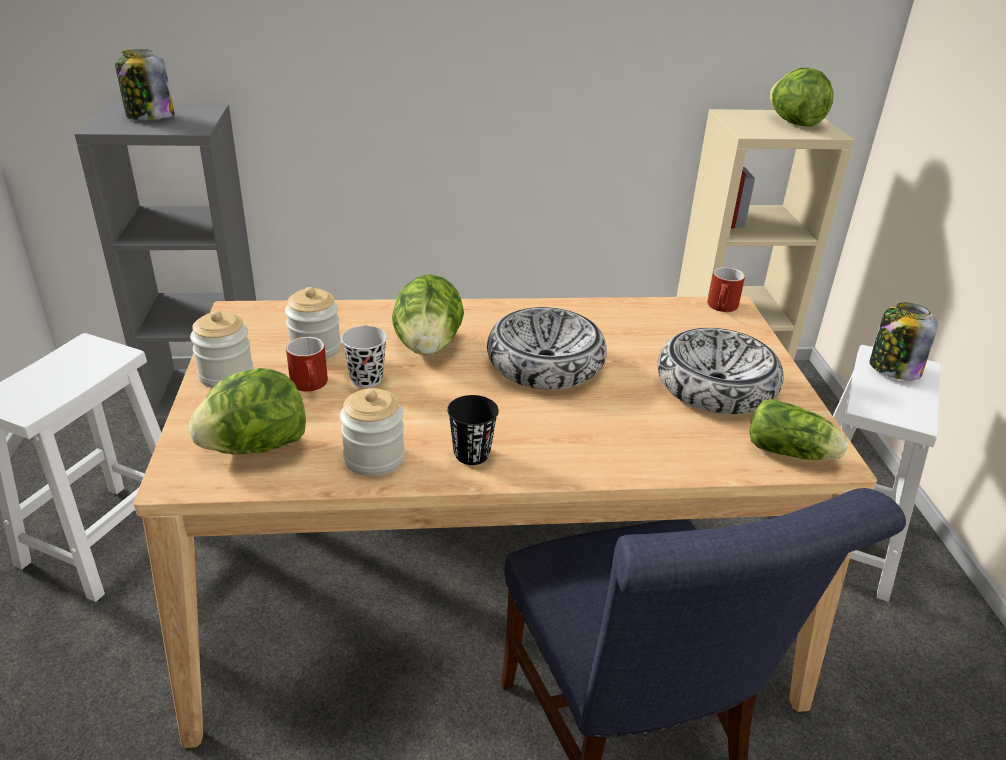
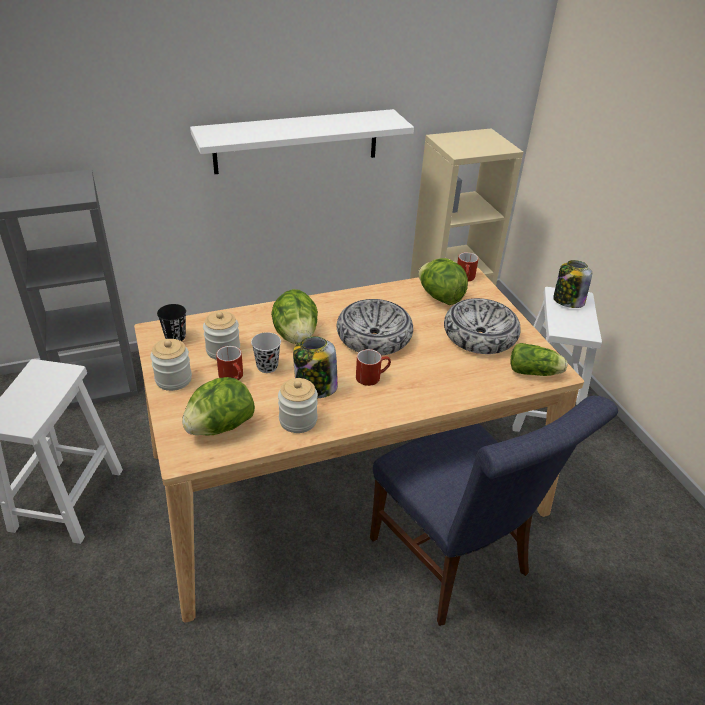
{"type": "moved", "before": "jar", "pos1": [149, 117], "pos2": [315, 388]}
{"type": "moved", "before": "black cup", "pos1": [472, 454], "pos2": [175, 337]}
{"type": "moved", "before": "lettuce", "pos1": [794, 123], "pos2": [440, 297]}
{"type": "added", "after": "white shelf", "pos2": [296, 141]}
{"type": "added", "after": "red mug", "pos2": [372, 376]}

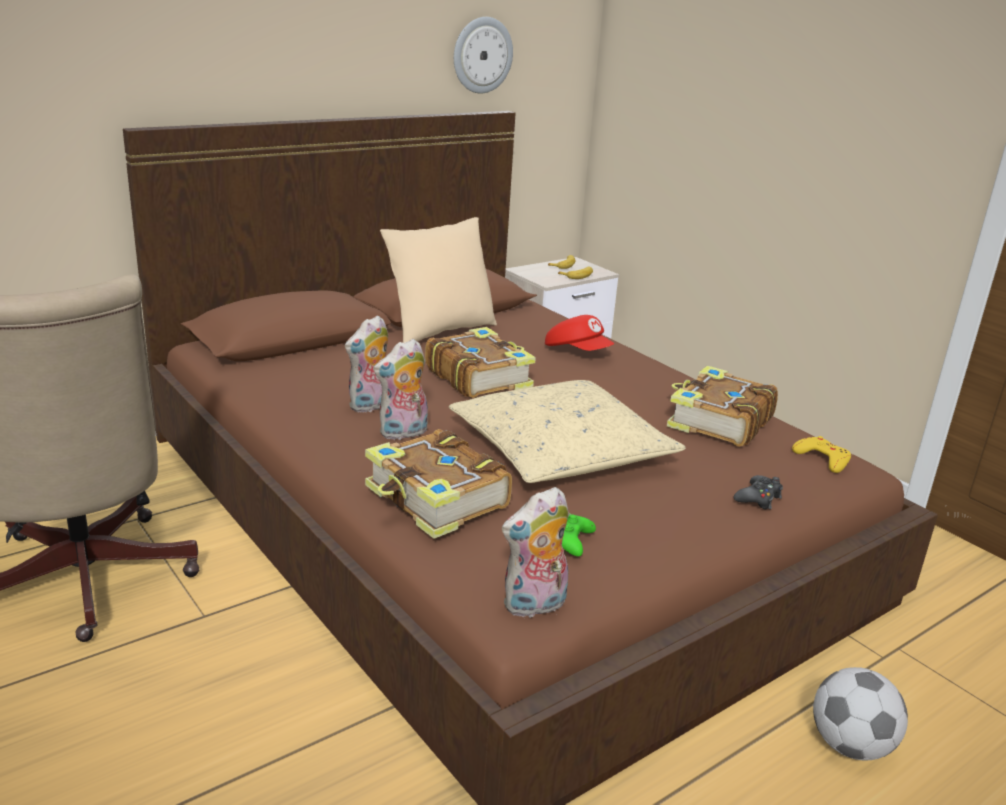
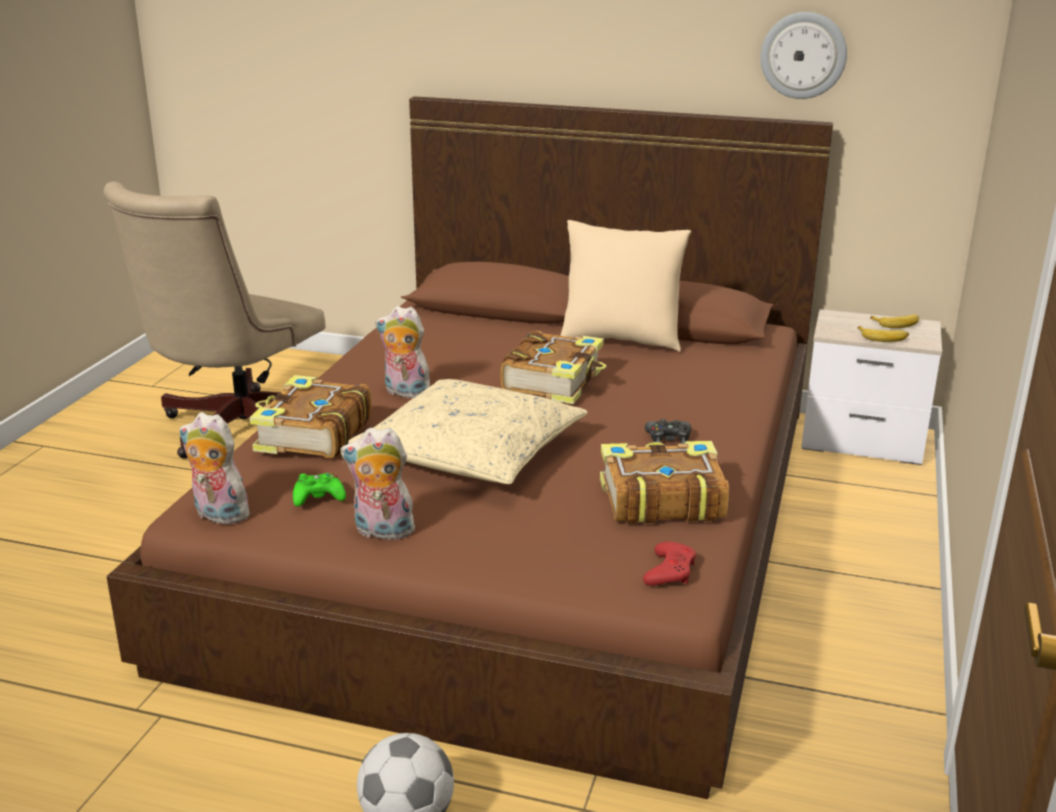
{"type": "moved", "before": "plush toy", "pos1": [371, 406], "pos2": [382, 532]}
{"type": "removed", "before": "red cap", "pos1": [578, 352]}
{"type": "moved", "before": "black game controller", "pos1": [758, 498], "pos2": [668, 437]}
{"type": "recoloured", "before": "yellow game controller", "after": "red game controller", "pos1": [822, 459], "pos2": [670, 570]}

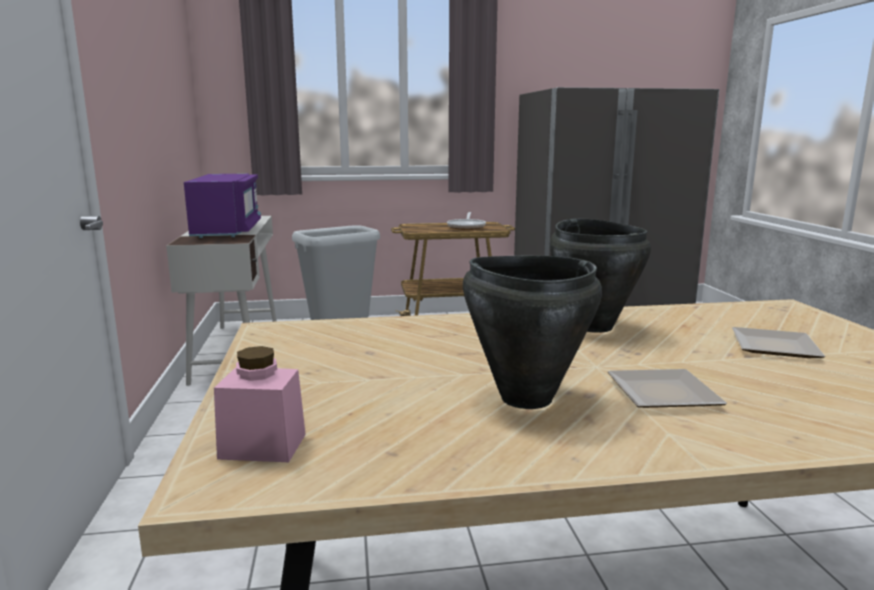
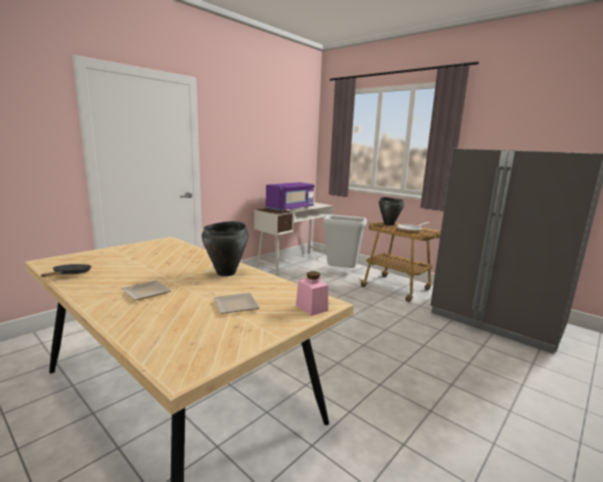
{"type": "moved", "before": "pink jar", "pos1": [263, 446], "pos2": [311, 308]}
{"type": "moved", "before": "black cooking pot", "pos1": [525, 398], "pos2": [389, 224]}
{"type": "added", "after": "black frying pan", "pos2": [70, 275]}

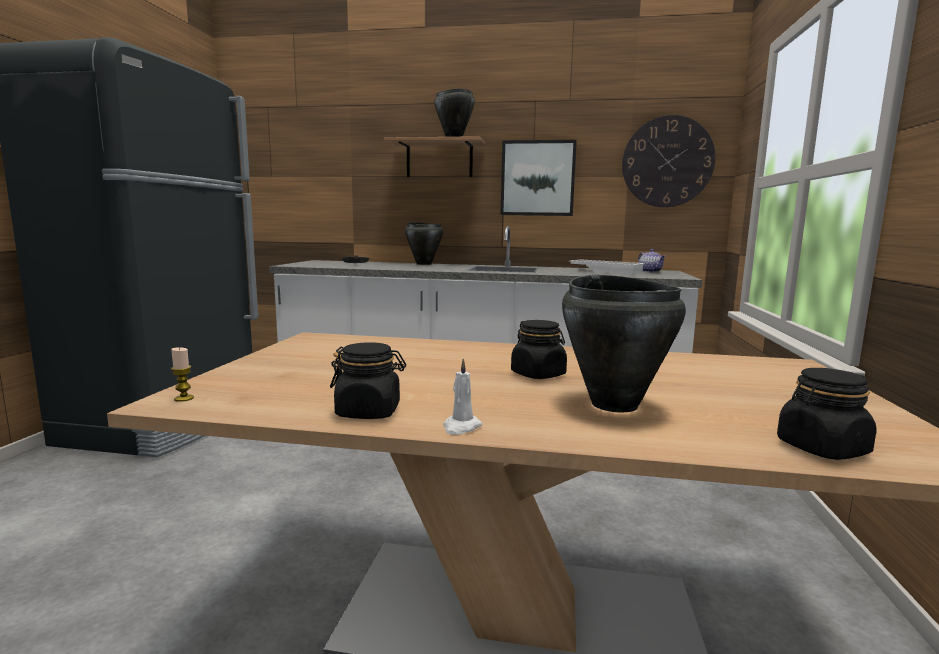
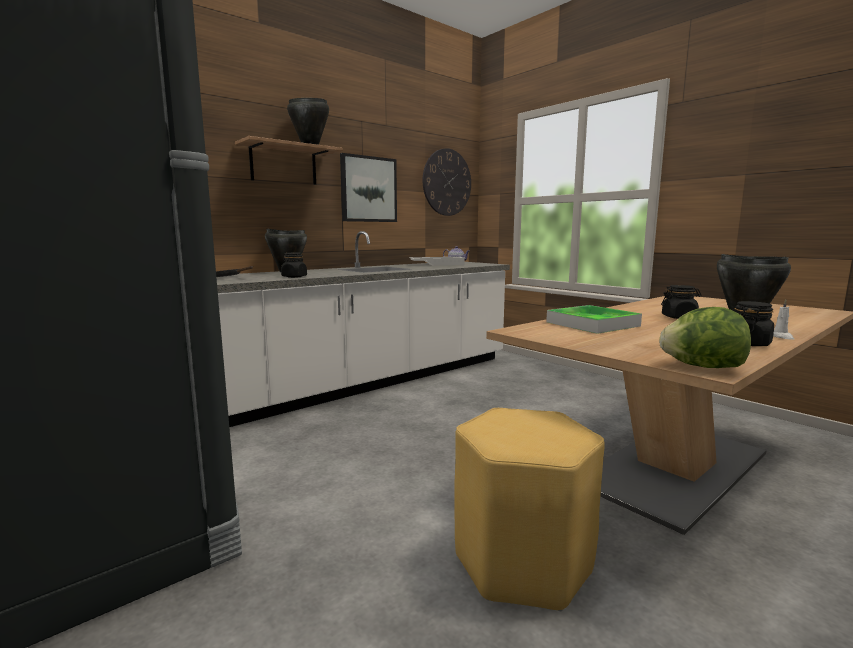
{"type": "replaced", "before": "candle", "after": "lettuce", "pos1": [184, 398], "pos2": [702, 367]}
{"type": "moved", "before": "black jar", "pos1": [821, 448], "pos2": [294, 277]}
{"type": "added", "after": "yellow stool", "pos2": [521, 562]}
{"type": "added", "after": "tray", "pos2": [592, 324]}

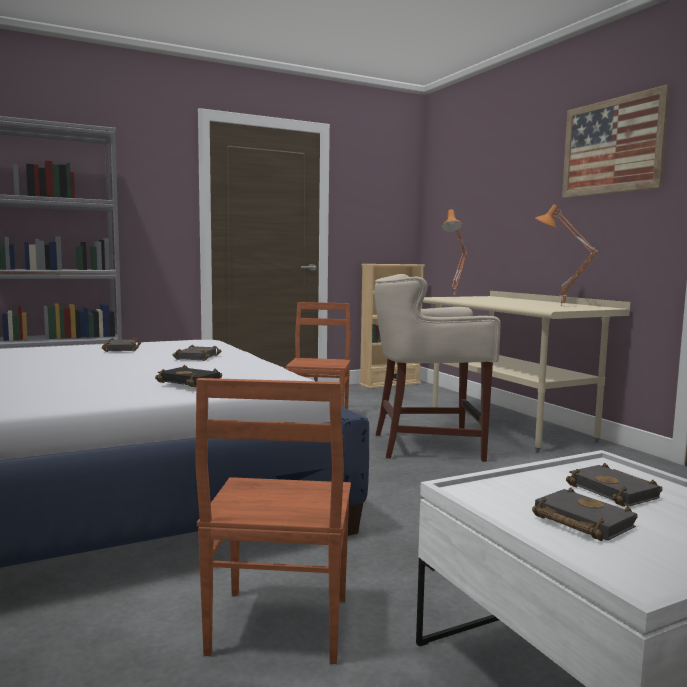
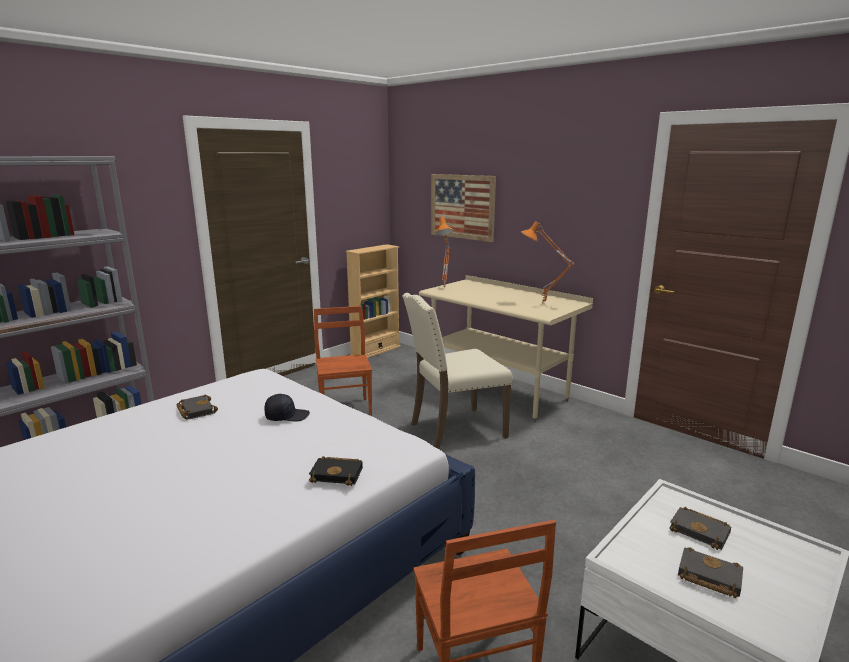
{"type": "replaced", "before": "black book", "after": "black cap", "pos1": [196, 357], "pos2": [287, 416]}
{"type": "replaced", "before": "beige stool", "after": "beige chair", "pos1": [429, 446], "pos2": [455, 430]}
{"type": "moved", "before": "picture", "pos1": [612, 146], "pos2": [462, 207]}

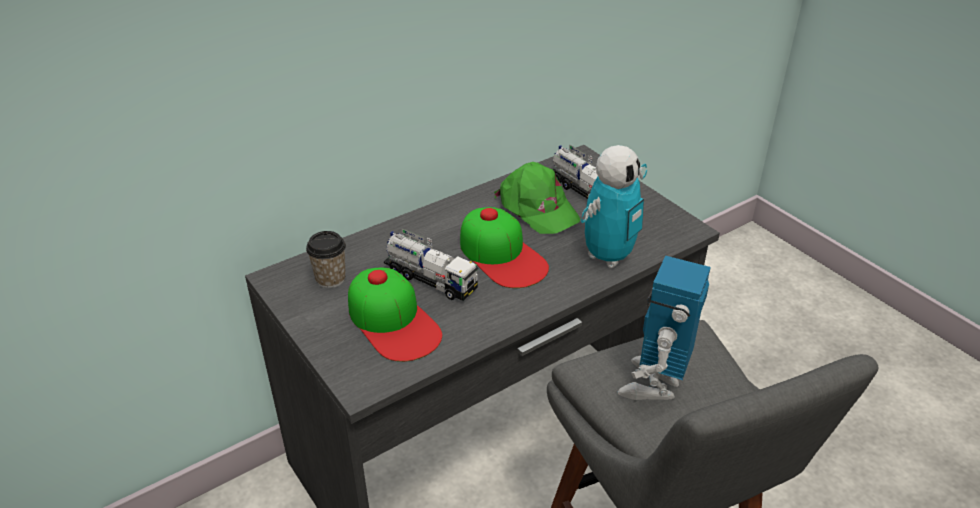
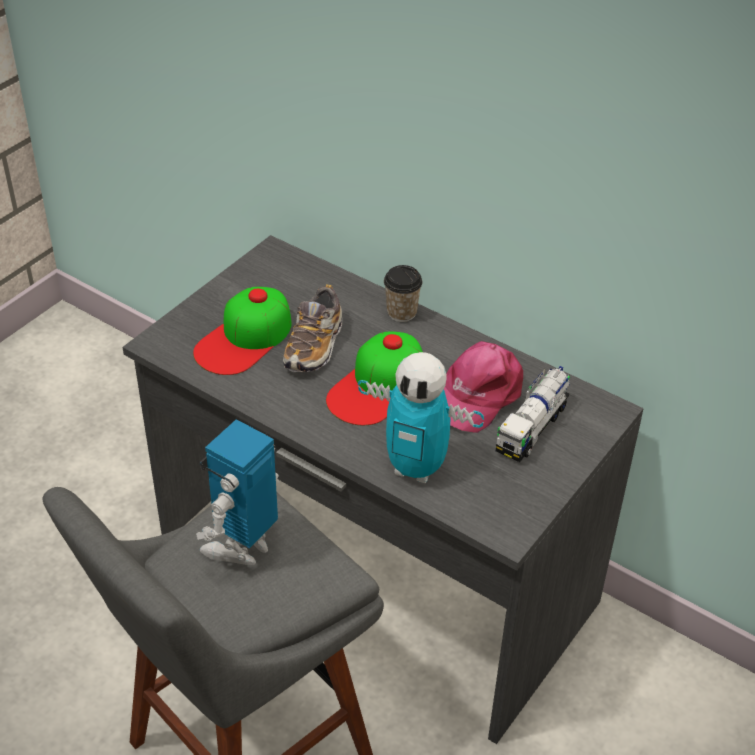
{"type": "moved", "before": "cup", "pos1": [330, 279], "pos2": [401, 312]}
{"type": "replaced", "before": "toy truck", "after": "shoe", "pos1": [430, 280], "pos2": [314, 346]}
{"type": "recoloured", "before": "green cap", "after": "pink cap", "pos1": [537, 208], "pos2": [477, 394]}
{"type": "turned", "before": "toy robot", "pos1": [654, 384], "pos2": [242, 546], "turn": -60}

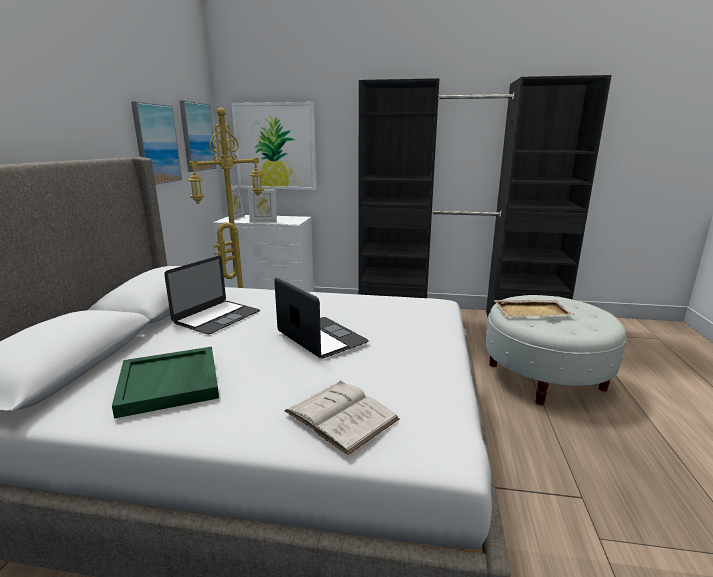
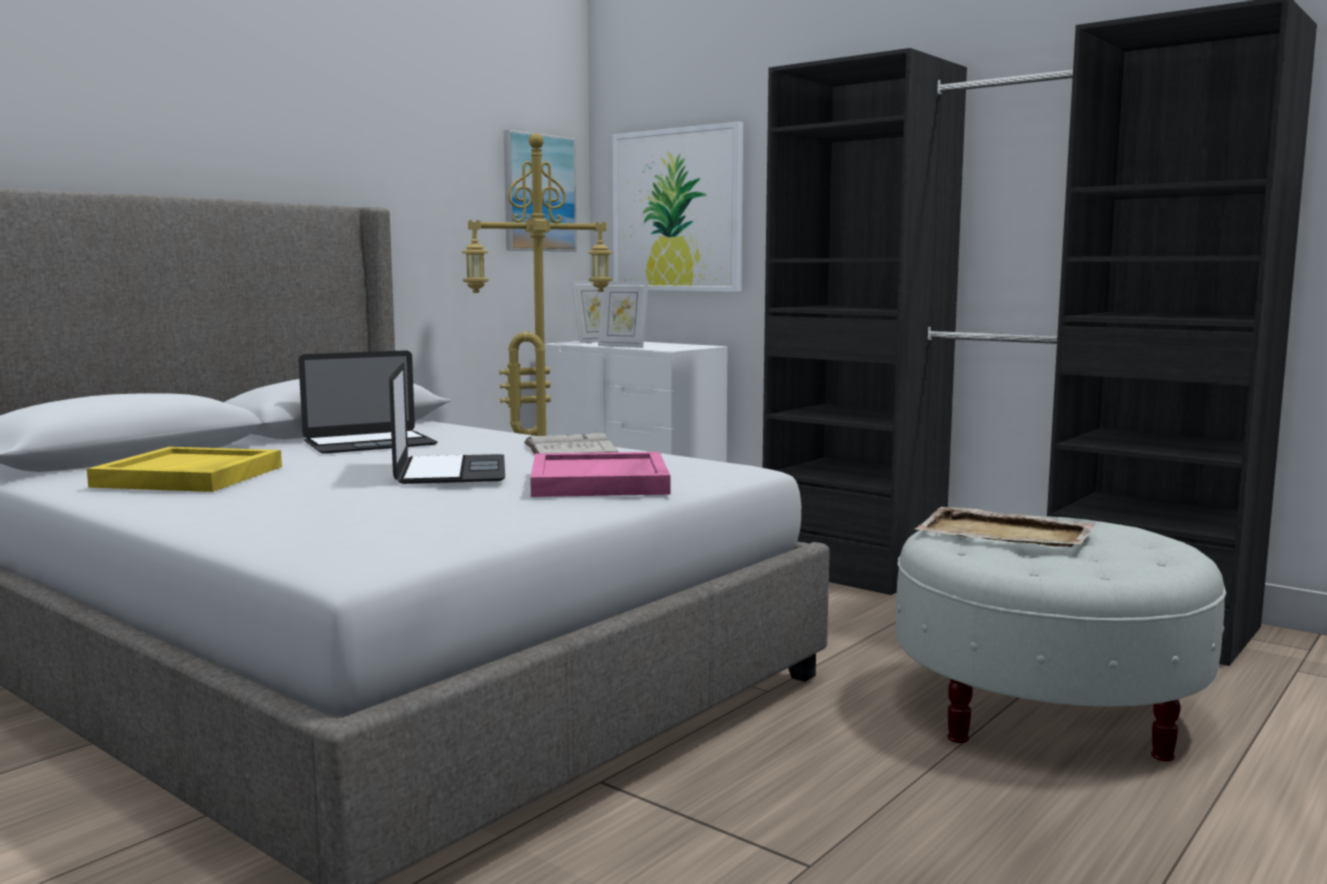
{"type": "recoloured", "before": "green tray", "after": "yellow tray", "pos1": [170, 384], "pos2": [190, 477]}
{"type": "removed", "before": "picture", "pos1": [156, 144]}
{"type": "moved", "before": "white book", "pos1": [341, 415], "pos2": [570, 449]}
{"type": "added", "after": "pink tray", "pos2": [600, 482]}

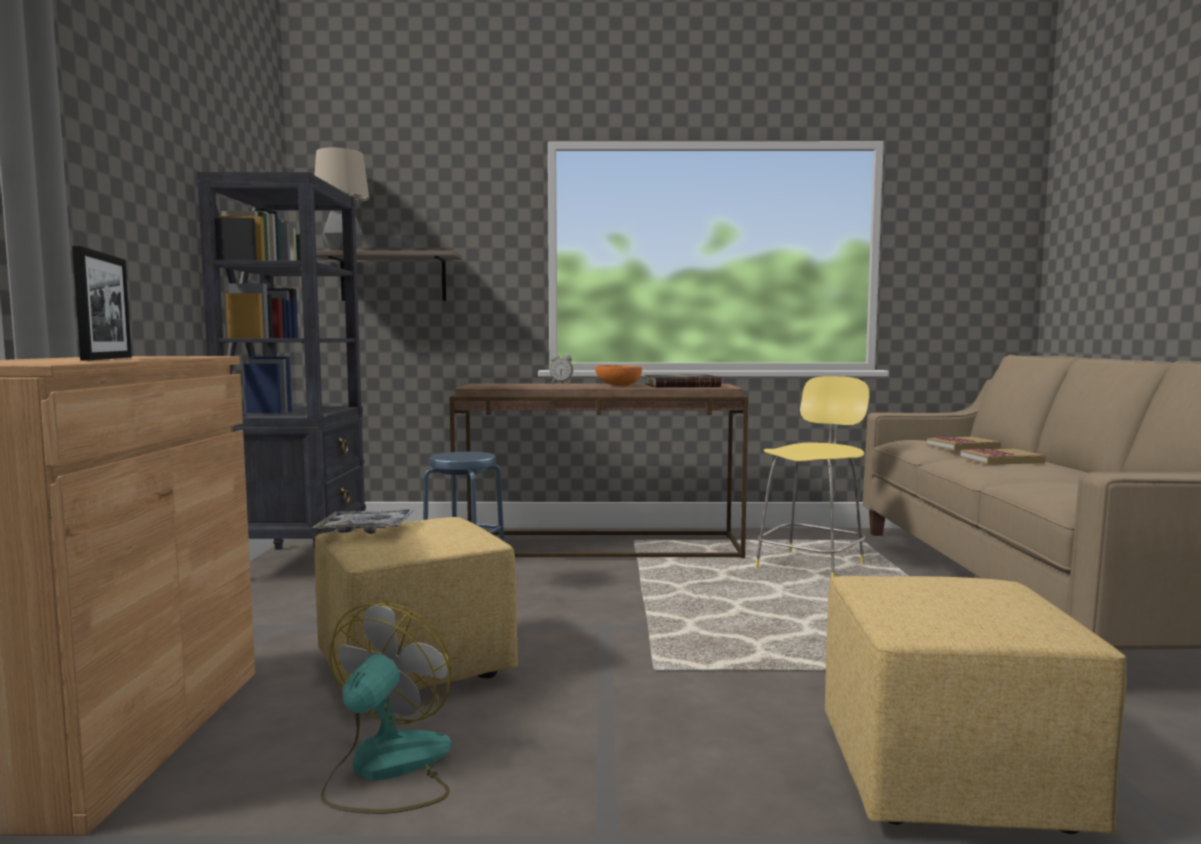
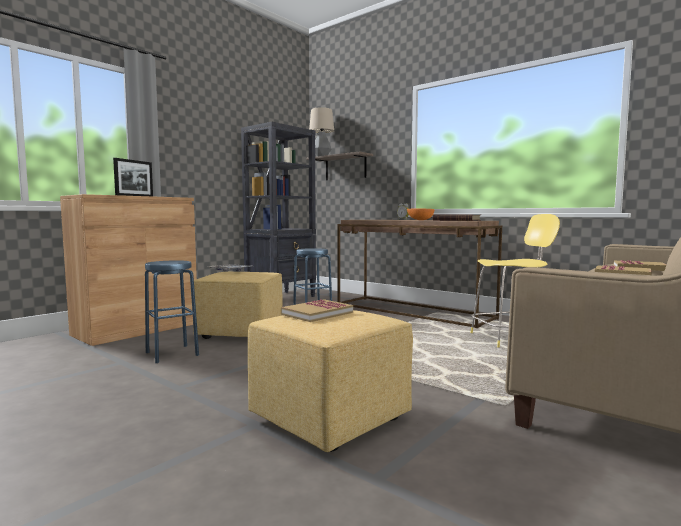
{"type": "replaced", "before": "fan", "after": "blue stool", "pos1": [387, 769], "pos2": [172, 354]}
{"type": "added", "after": "book", "pos2": [317, 313]}

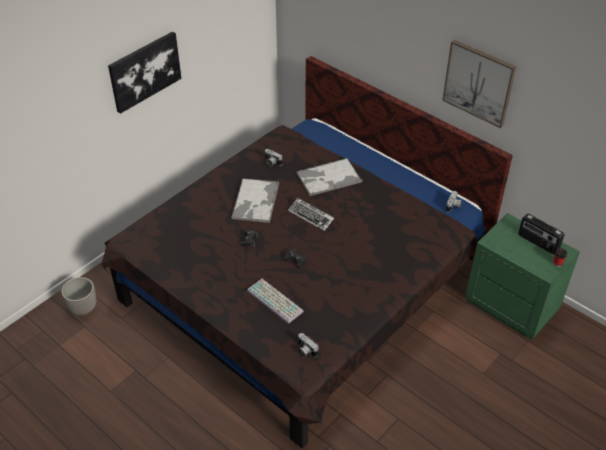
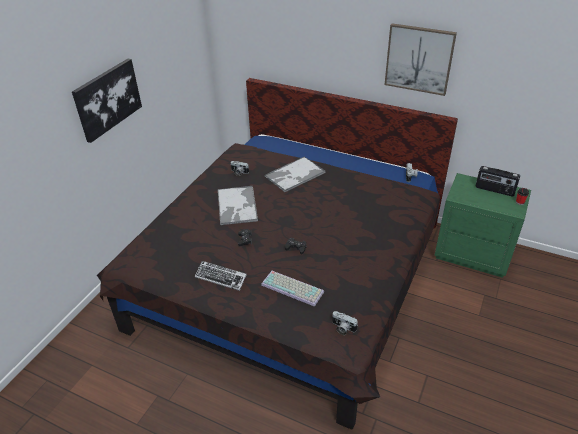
{"type": "removed", "before": "planter", "pos1": [83, 308]}
{"type": "moved", "before": "keyboard", "pos1": [311, 216], "pos2": [221, 277]}

